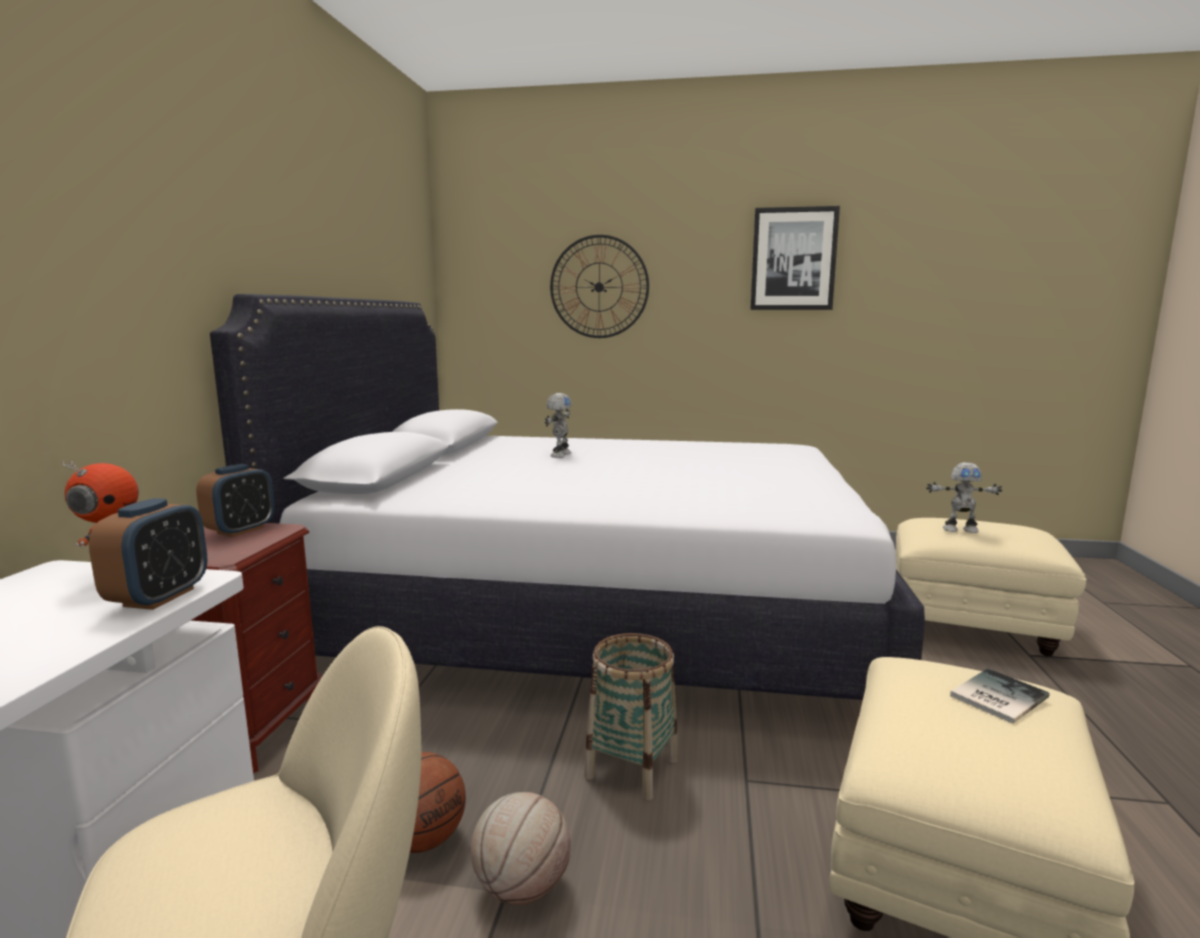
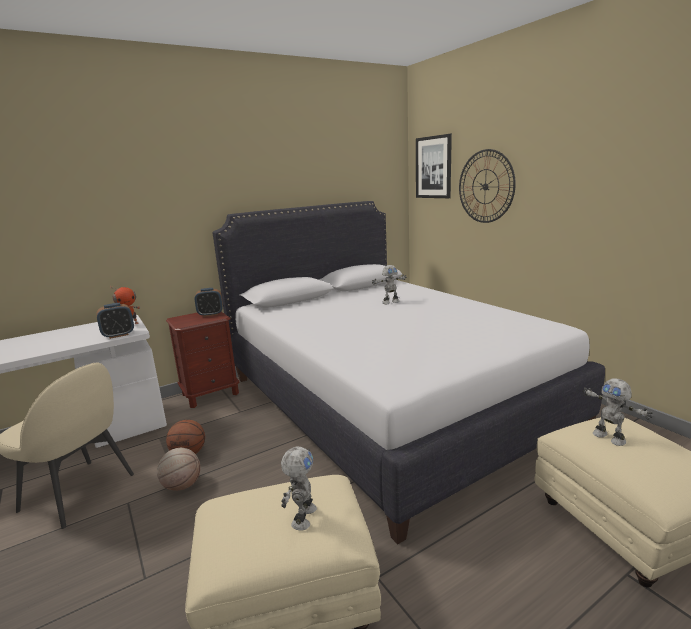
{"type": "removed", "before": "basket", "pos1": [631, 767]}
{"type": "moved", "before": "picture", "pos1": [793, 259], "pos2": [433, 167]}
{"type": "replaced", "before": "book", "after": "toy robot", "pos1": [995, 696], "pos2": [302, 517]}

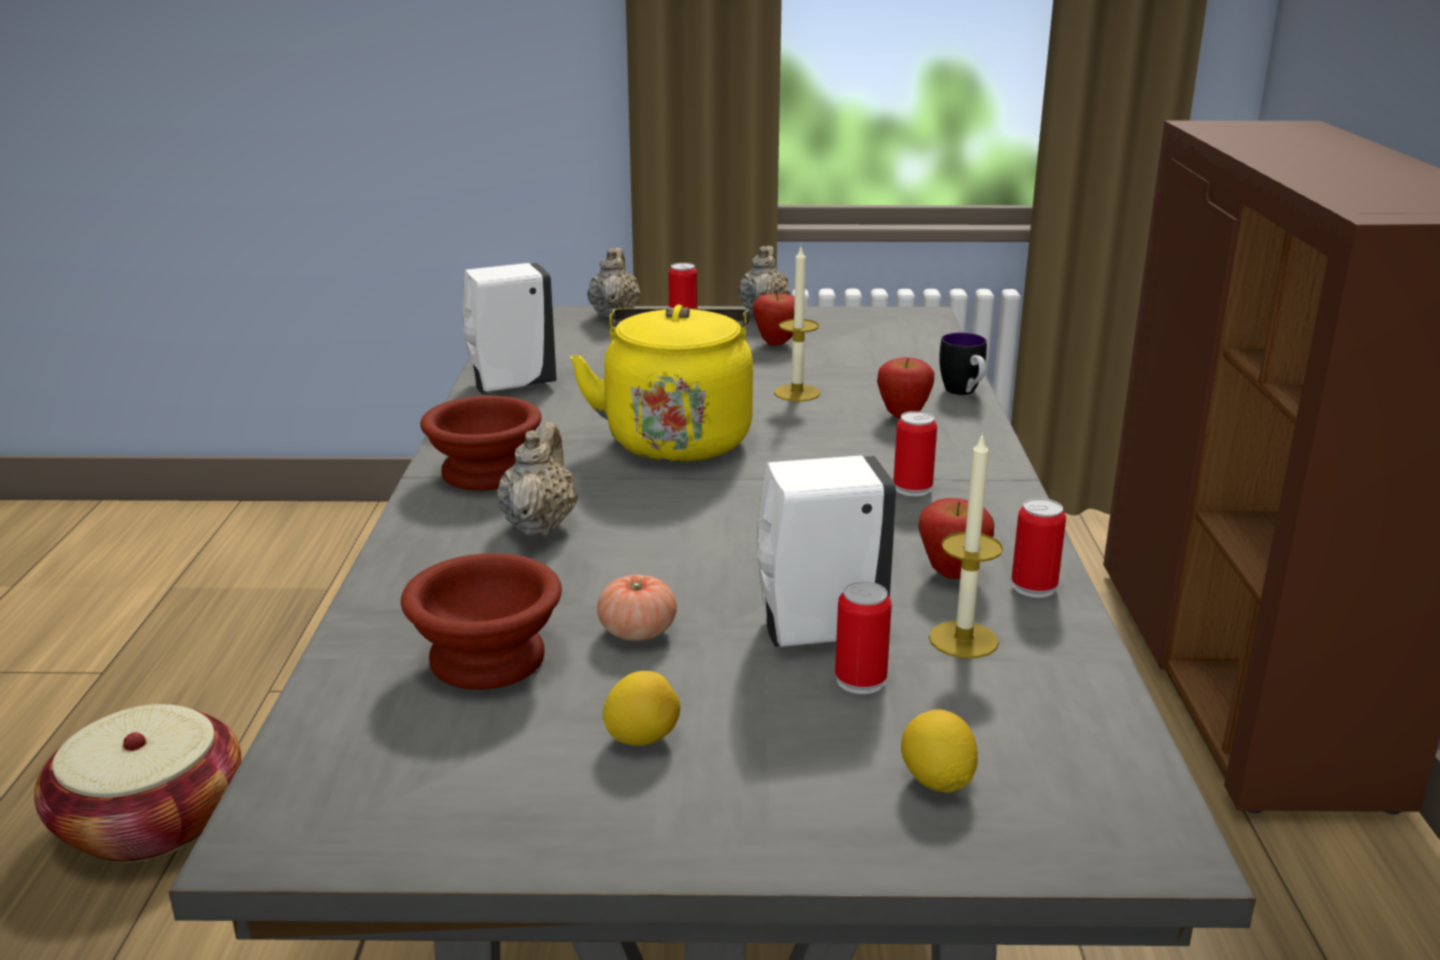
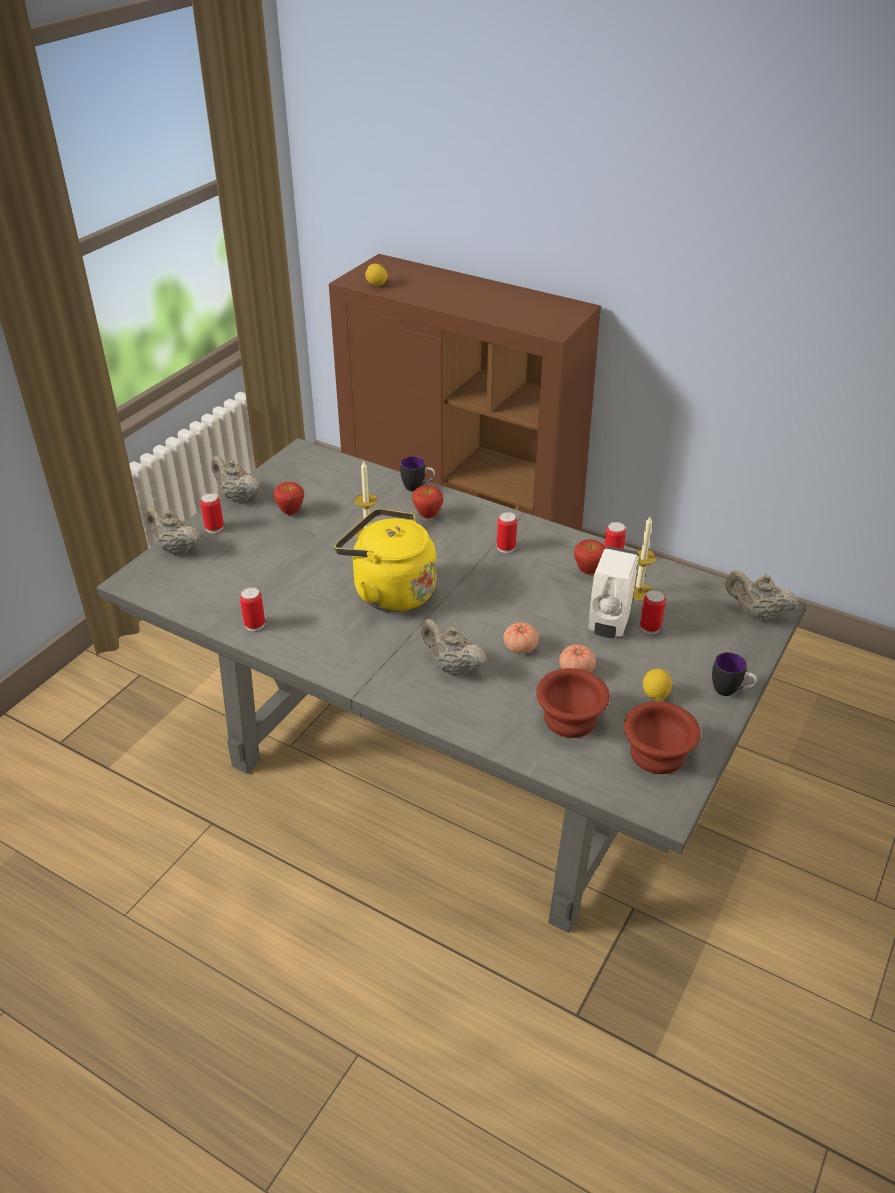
{"type": "removed", "before": "basket", "pos1": [151, 822]}
{"type": "moved", "before": "brown bowl", "pos1": [485, 471], "pos2": [655, 753]}
{"type": "replaced", "before": "white soap dispenser", "after": "can", "pos1": [509, 386], "pos2": [254, 624]}
{"type": "moved", "before": "lemon", "pos1": [937, 782], "pos2": [376, 285]}
{"type": "added", "after": "tomato", "pos2": [520, 647]}
{"type": "added", "after": "mug", "pos2": [730, 691]}
{"type": "added", "after": "beige teapot", "pos2": [756, 614]}

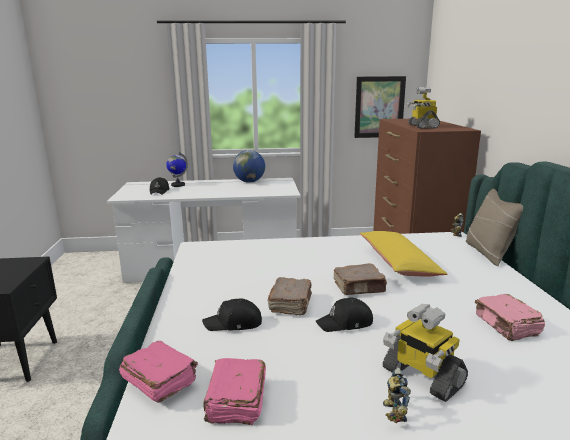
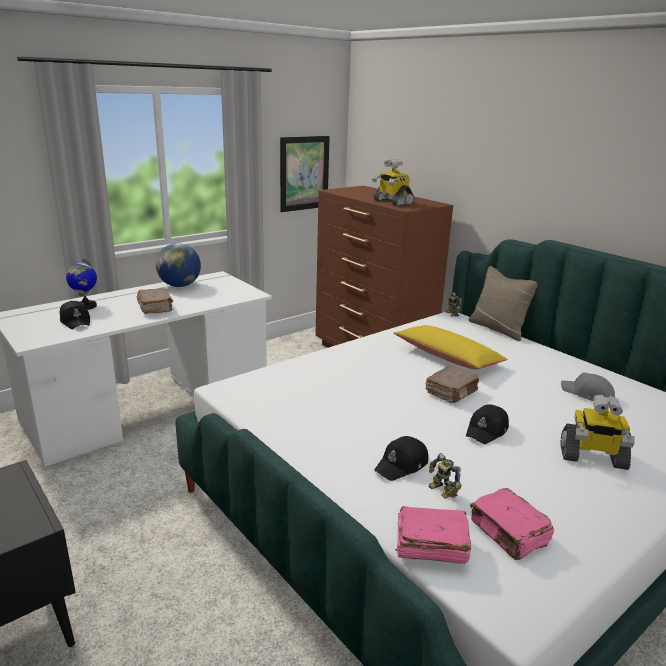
{"type": "moved", "before": "brown book", "pos1": [291, 304], "pos2": [155, 308]}
{"type": "moved", "before": "toy robot", "pos1": [392, 412], "pos2": [440, 491]}
{"type": "replaced", "before": "pink book", "after": "grey cap", "pos1": [507, 326], "pos2": [587, 394]}

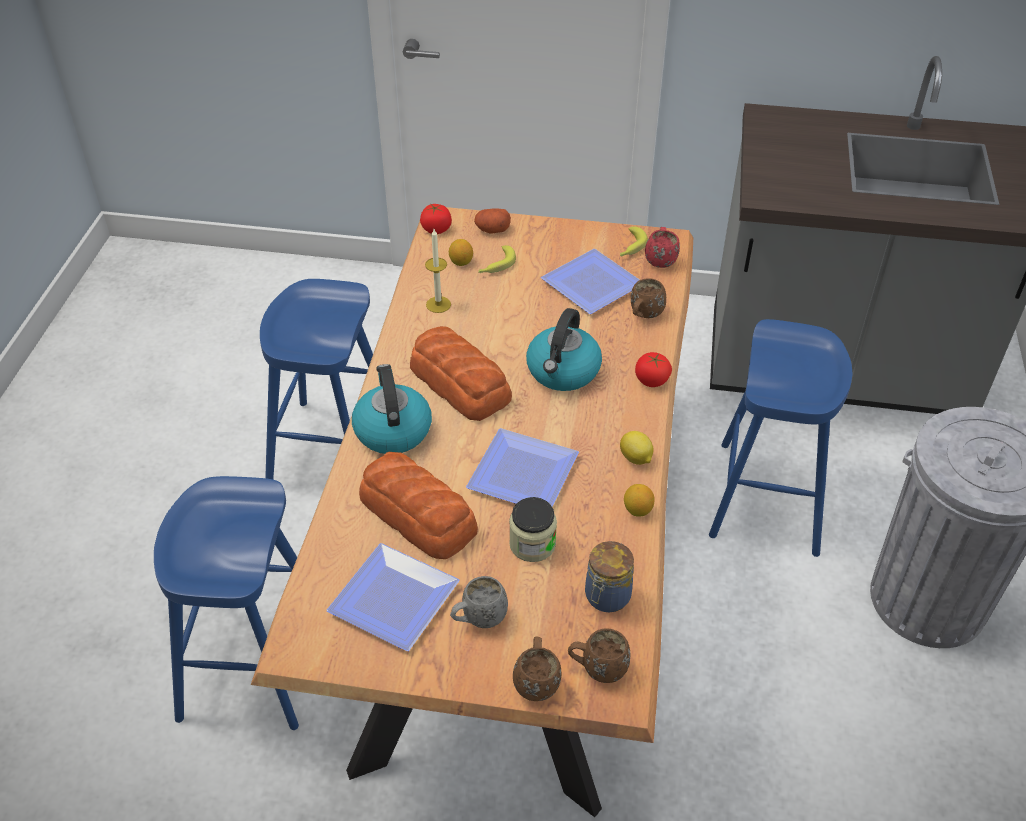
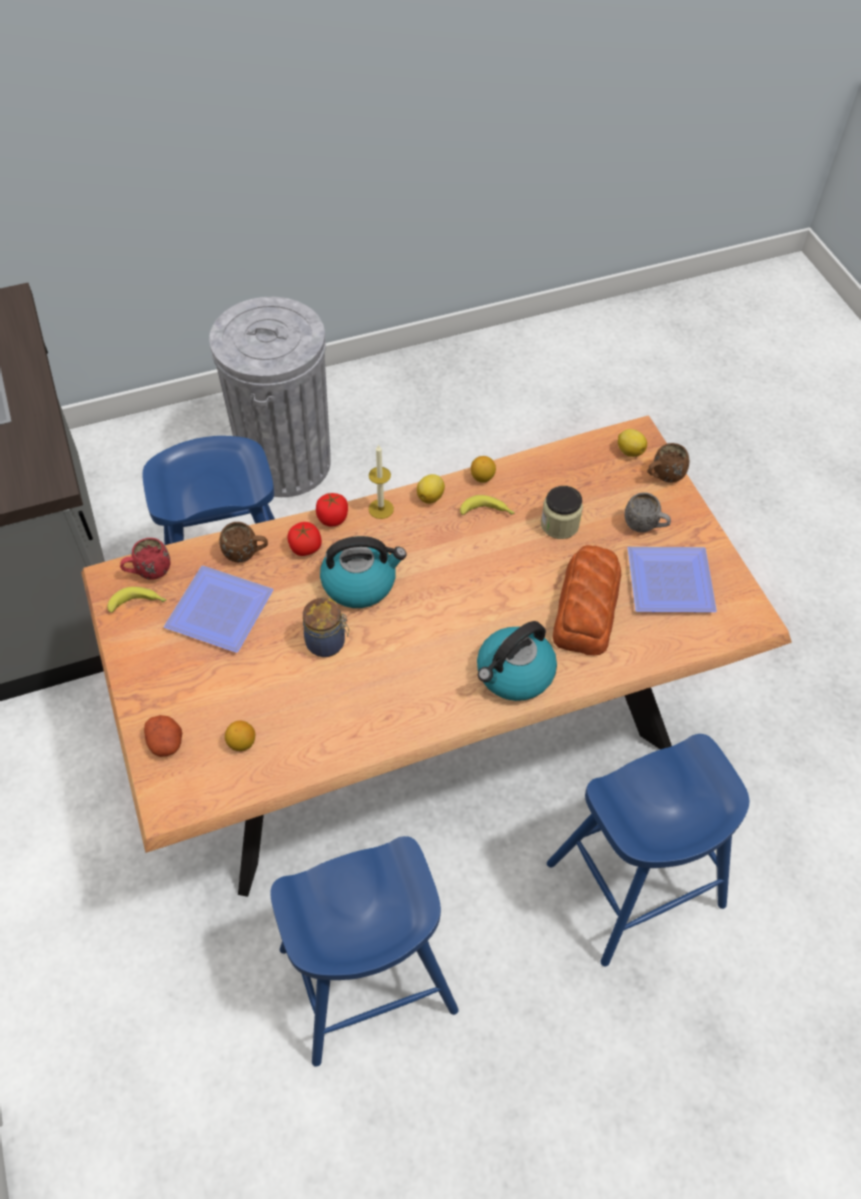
{"type": "removed", "before": "bread", "pos1": [459, 382]}
{"type": "moved", "before": "tomato", "pos1": [436, 229], "pos2": [305, 547]}
{"type": "moved", "before": "candle", "pos1": [438, 304], "pos2": [381, 509]}
{"type": "removed", "before": "plate", "pos1": [527, 472]}
{"type": "moved", "before": "banana", "pos1": [496, 265], "pos2": [488, 512]}
{"type": "replaced", "before": "brown mug", "after": "lemon", "pos1": [597, 669], "pos2": [629, 451]}
{"type": "moved", "before": "jar", "pos1": [606, 597], "pos2": [327, 643]}

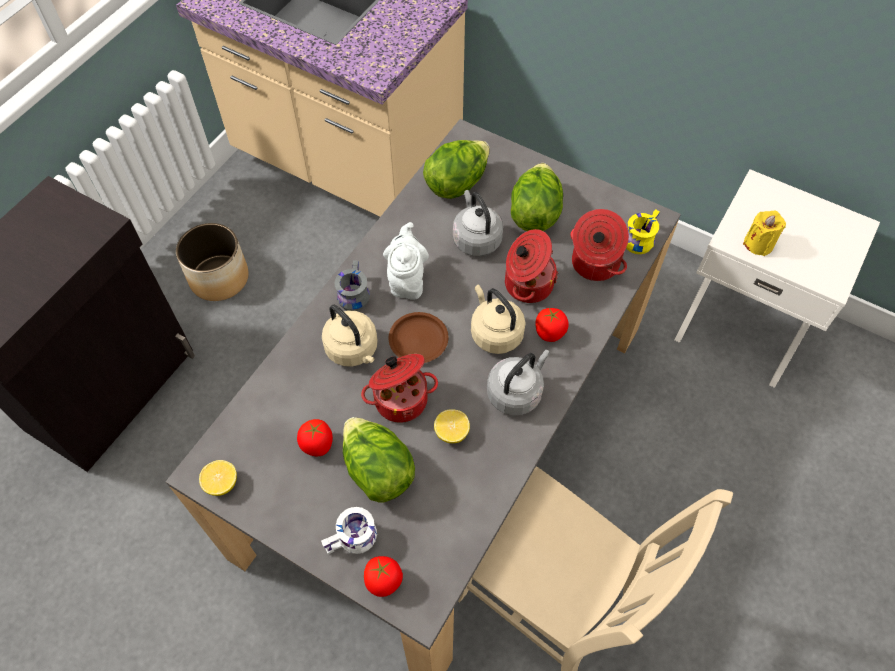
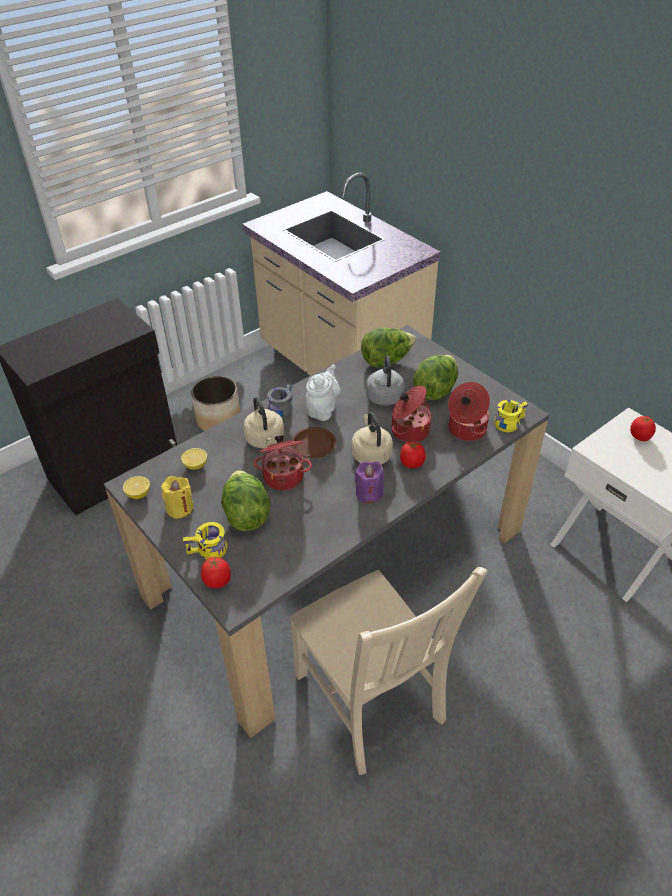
{"type": "moved", "before": "tomato", "pos1": [317, 445], "pos2": [640, 437]}
{"type": "recoloured", "before": "white mug", "after": "yellow mug", "pos1": [353, 541], "pos2": [208, 552]}
{"type": "moved", "before": "lemon", "pos1": [451, 432], "pos2": [195, 465]}
{"type": "replaced", "before": "grey kettle", "after": "purple candle", "pos1": [516, 392], "pos2": [369, 493]}
{"type": "moved", "before": "yellow candle", "pos1": [758, 244], "pos2": [180, 508]}

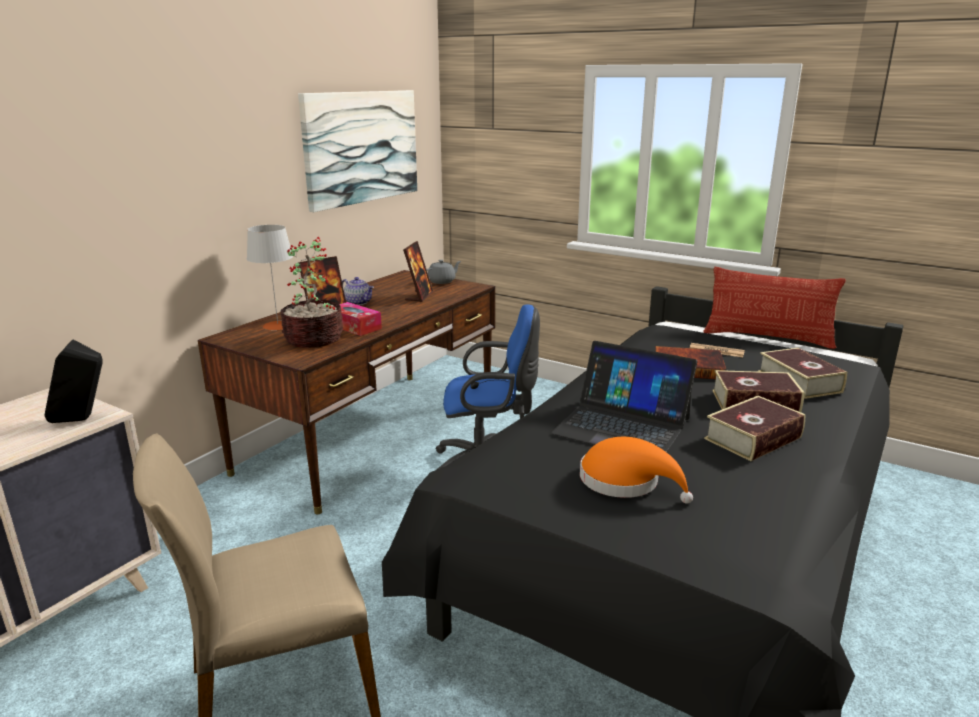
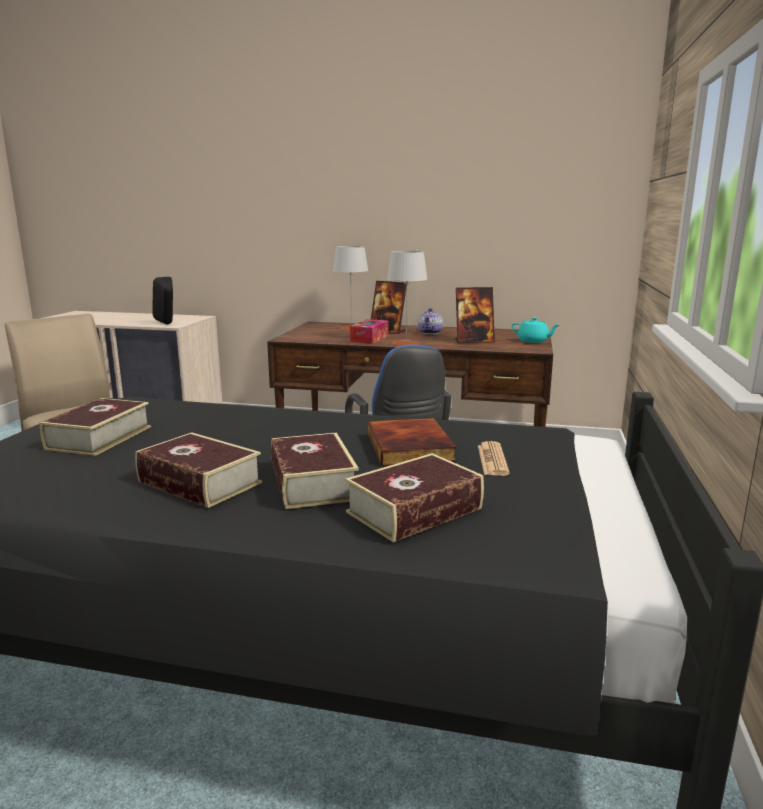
{"type": "removed", "before": "potted plant", "pos1": [314, 339]}
{"type": "removed", "before": "picture", "pos1": [361, 147]}
{"type": "recoloured", "before": "grey teapot", "after": "turquoise teapot", "pos1": [442, 281], "pos2": [533, 341]}
{"type": "removed", "before": "laptop", "pos1": [622, 425]}
{"type": "replaced", "before": "orange hat", "after": "book", "pos1": [625, 481], "pos2": [99, 437]}
{"type": "removed", "before": "pillow", "pos1": [767, 337]}
{"type": "added", "after": "grey table lamp", "pos2": [406, 343]}

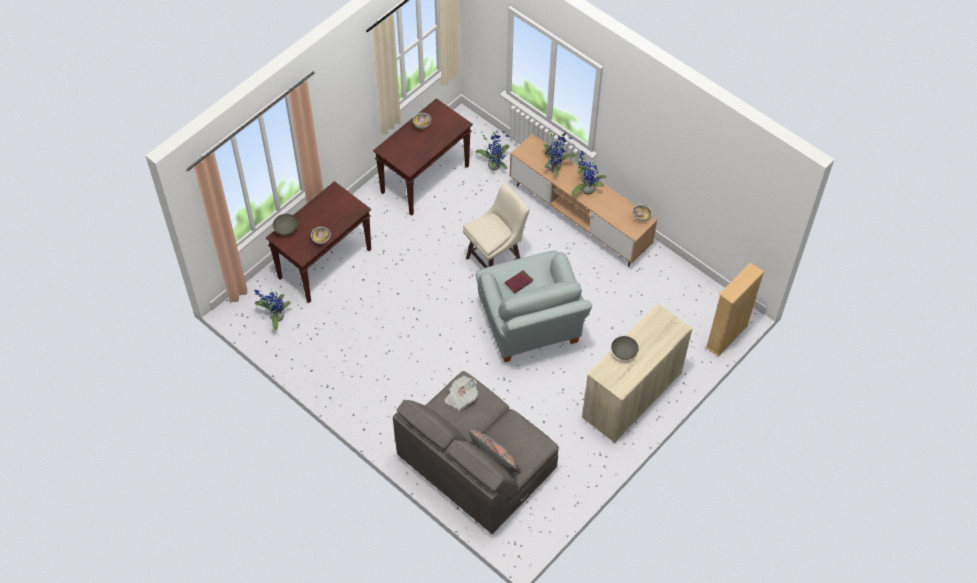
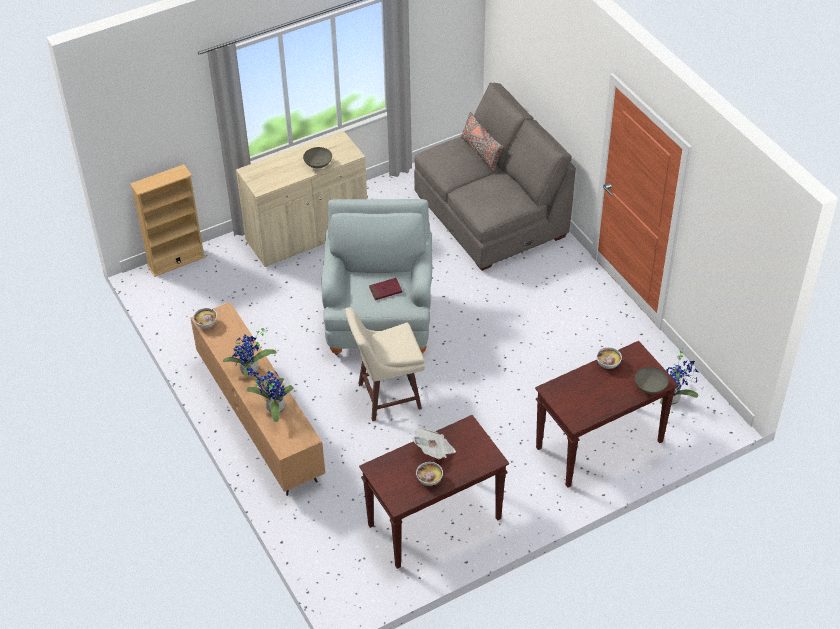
{"type": "moved", "before": "newspaper", "pos1": [461, 397], "pos2": [434, 451]}
{"type": "removed", "before": "potted plant", "pos1": [494, 164]}

